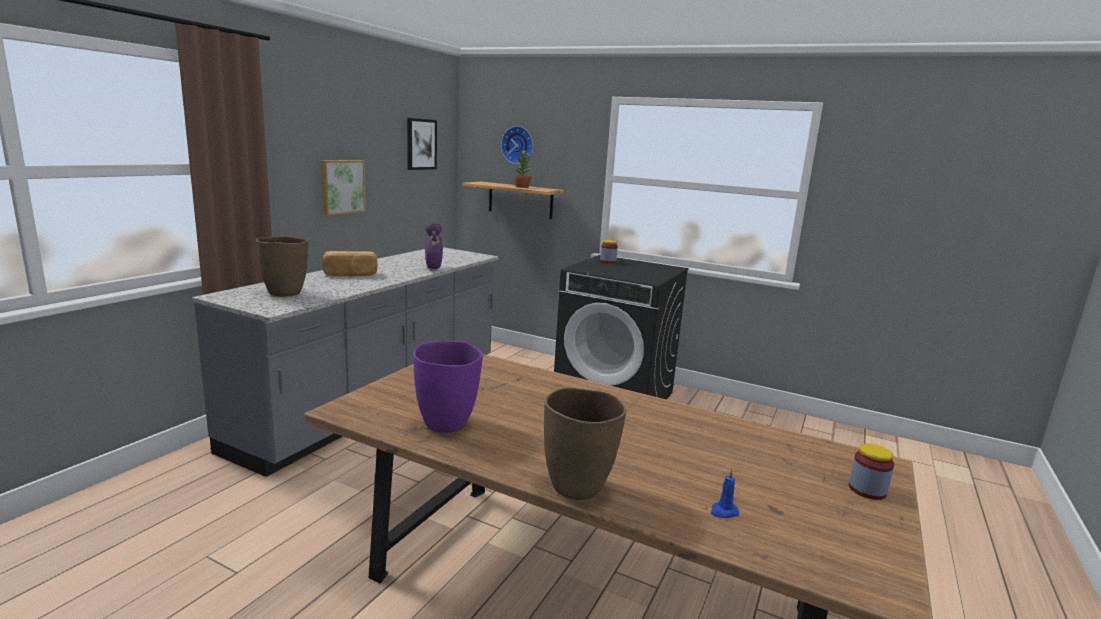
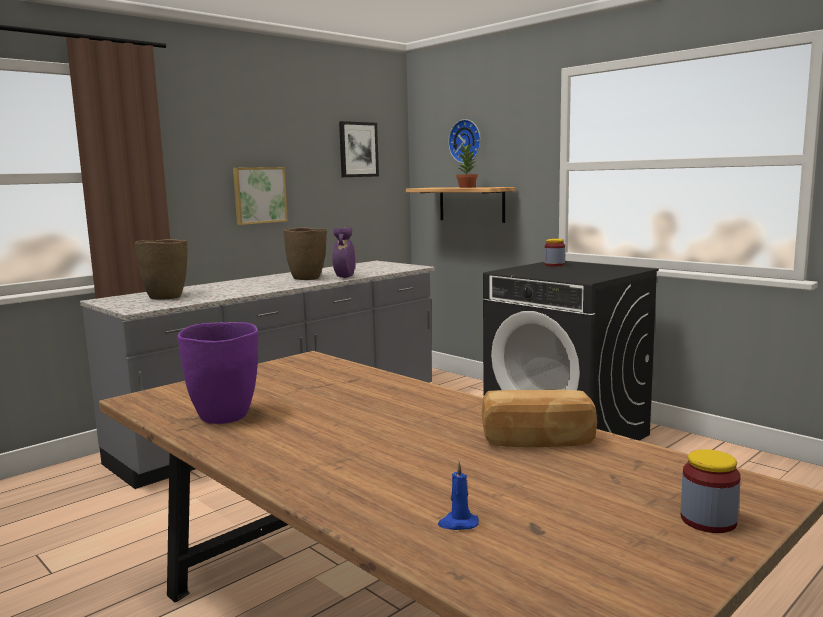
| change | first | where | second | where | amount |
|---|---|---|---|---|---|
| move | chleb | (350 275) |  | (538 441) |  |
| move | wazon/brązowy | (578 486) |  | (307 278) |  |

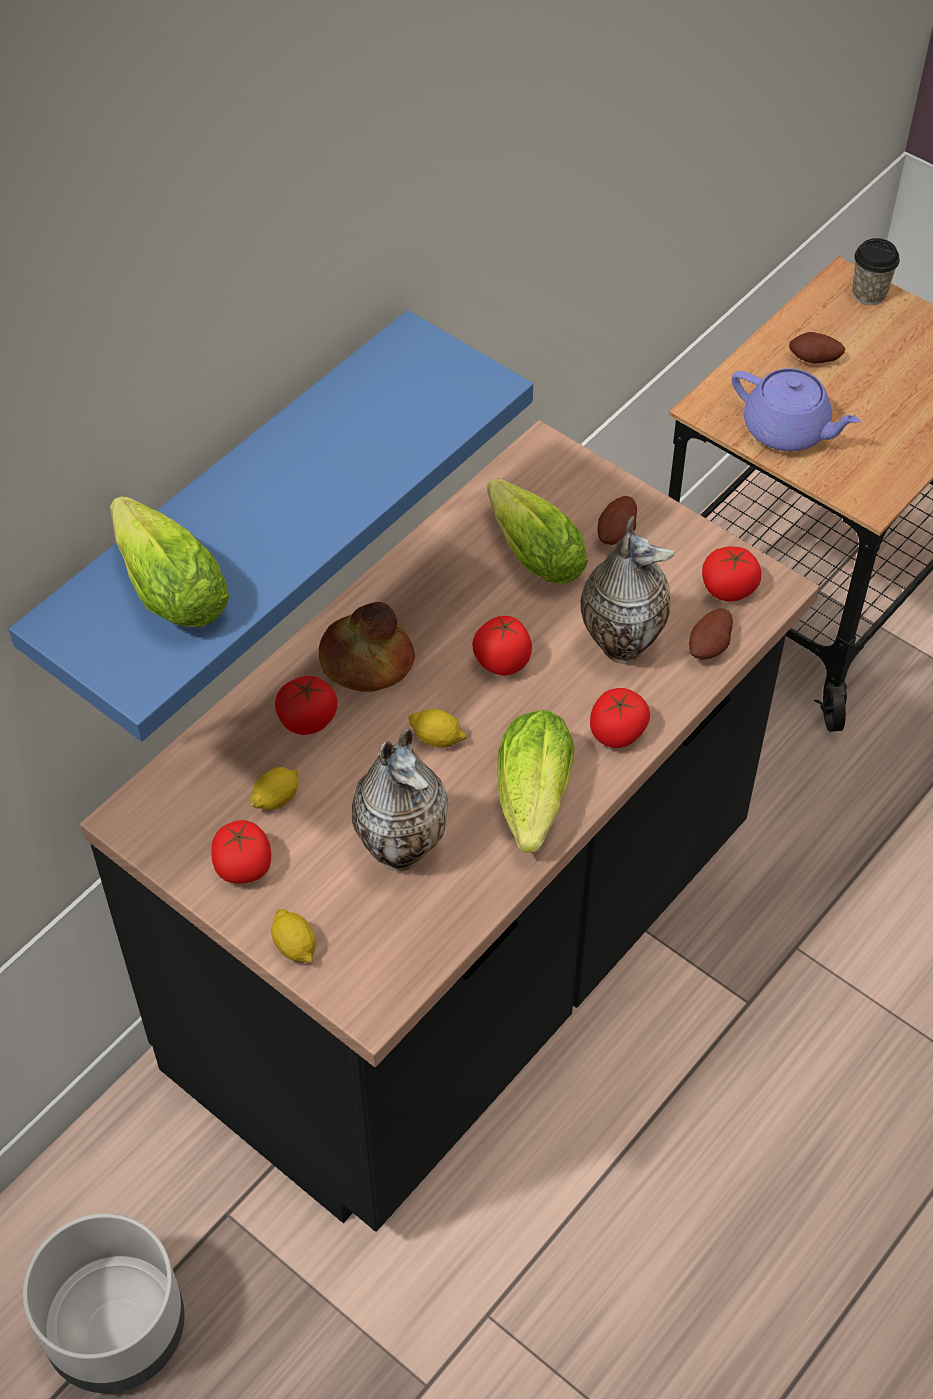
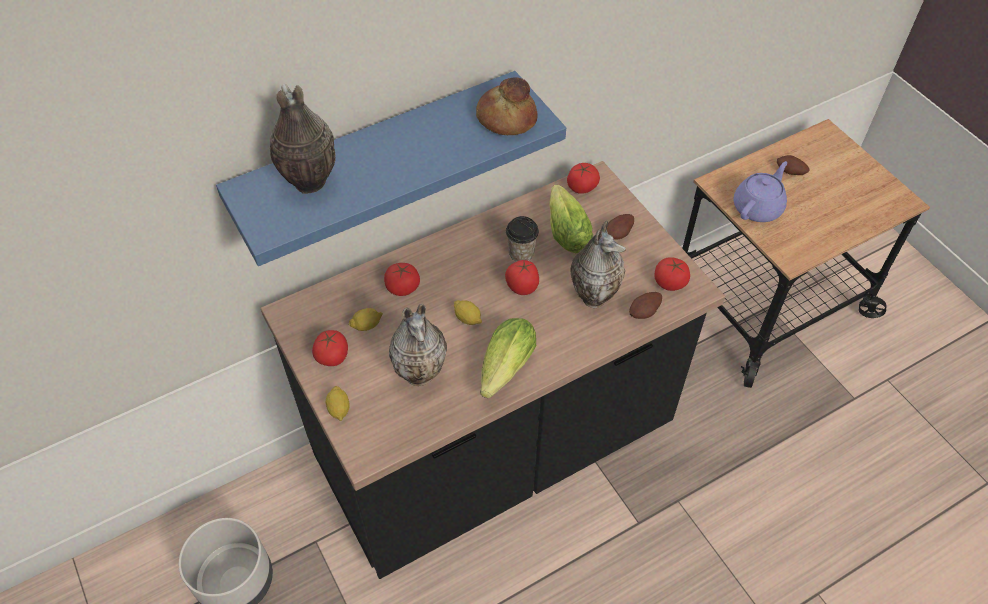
| change | first | where | second | where | amount |
|---|---|---|---|---|---|
| move | filiżanka | (869 294) |  | (521 253) |  |
| rotate | imbryk/fioletowy | (787 430) |  | (758 207) | 105 degrees counterclockwise |
| replace | sałata | (166 584) | wazon | (309 183) |  |
| move | chleb | (365 662) |  | (506 119) |  |
| move | pomidor | (617 732) |  | (582 187) |  |

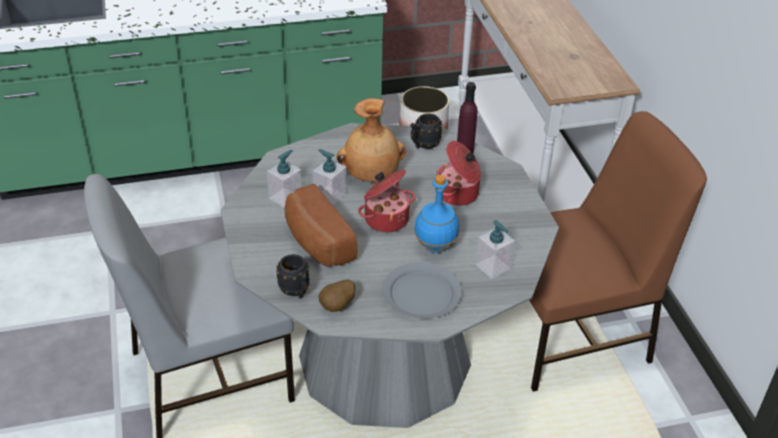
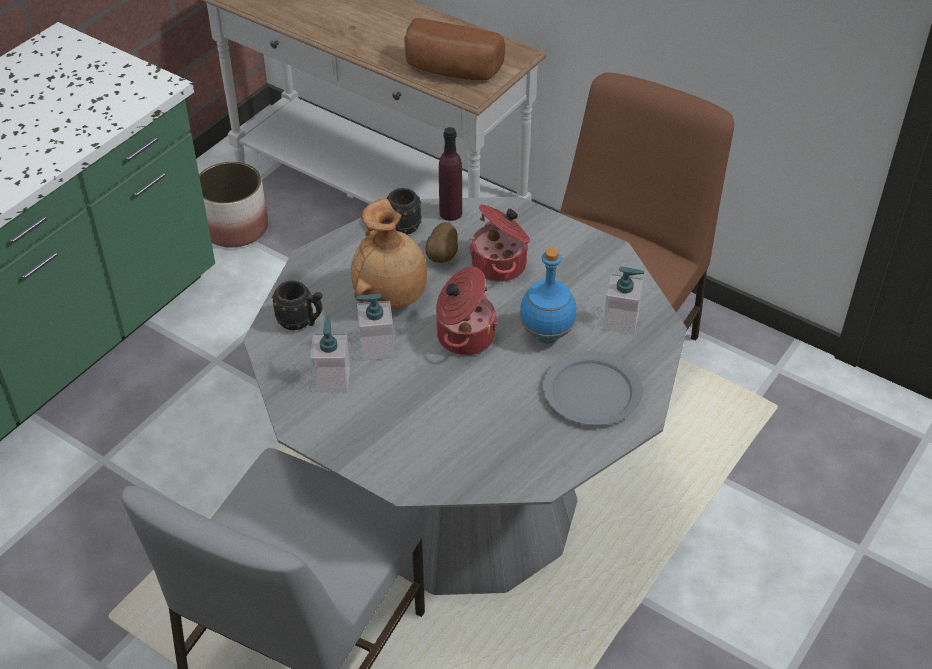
| change | first | where | second | where | amount |
|---|---|---|---|---|---|
| move | chleb | (316 242) |  | (451 71) |  |
| move | kubek/czarny | (296 291) |  | (301 322) |  |
| move | ziemniak | (338 306) |  | (443 256) |  |

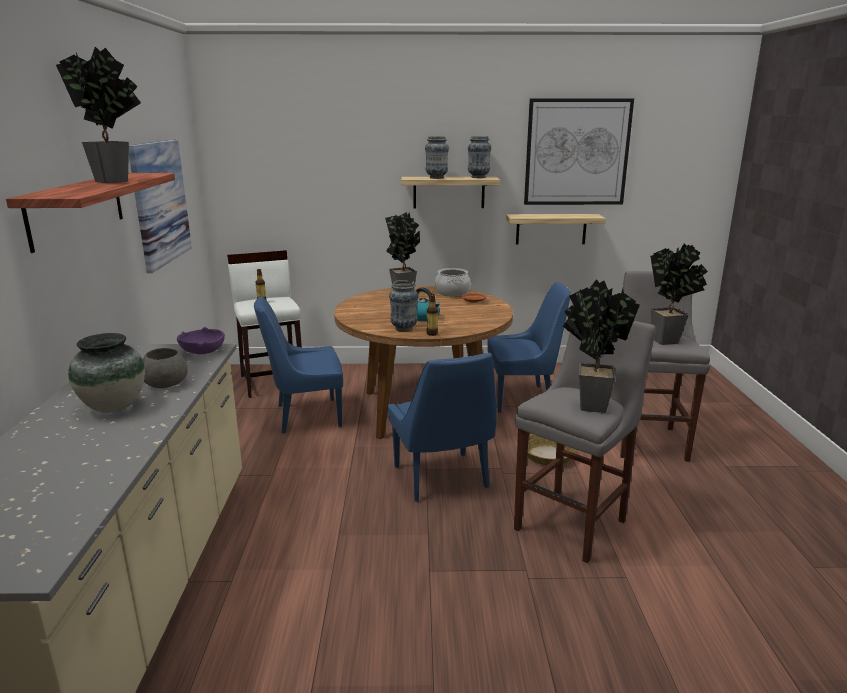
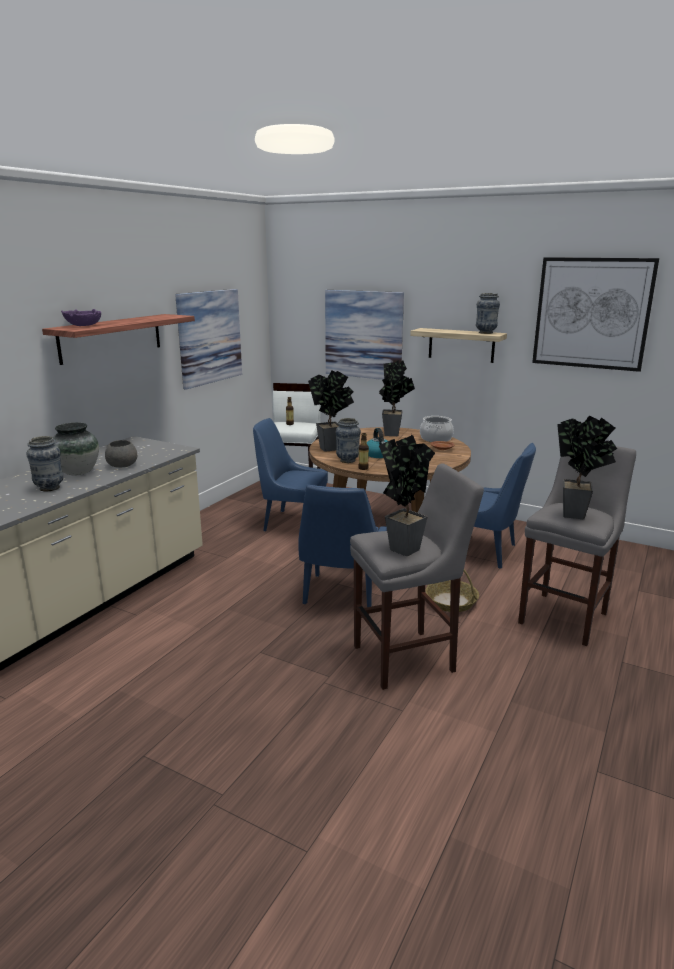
| change | first | where | second | where | amount |
|---|---|---|---|---|---|
| move | roślina doniczkowa | (118 181) |  | (332 449) |  |
| move | wazon | (436 178) |  | (49 488) |  |
| delete | półka | (551 229) |  |  |  |
| move | miska/fioletowy | (203 351) |  | (83 325) |  |
| insert |  |  | obraz | (363 334) |  |

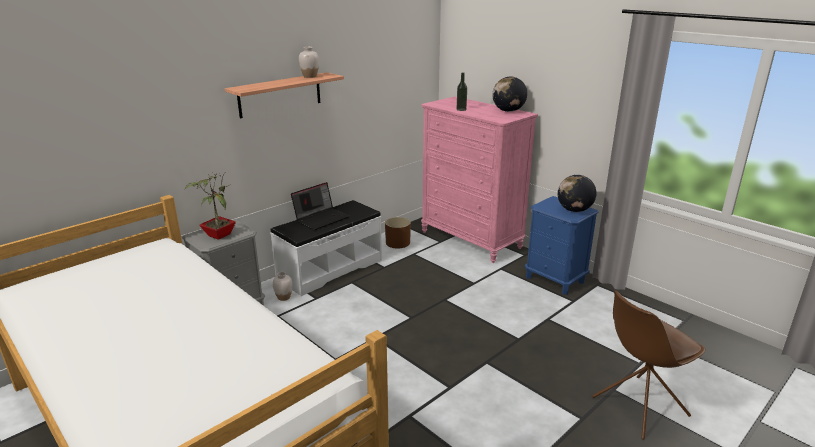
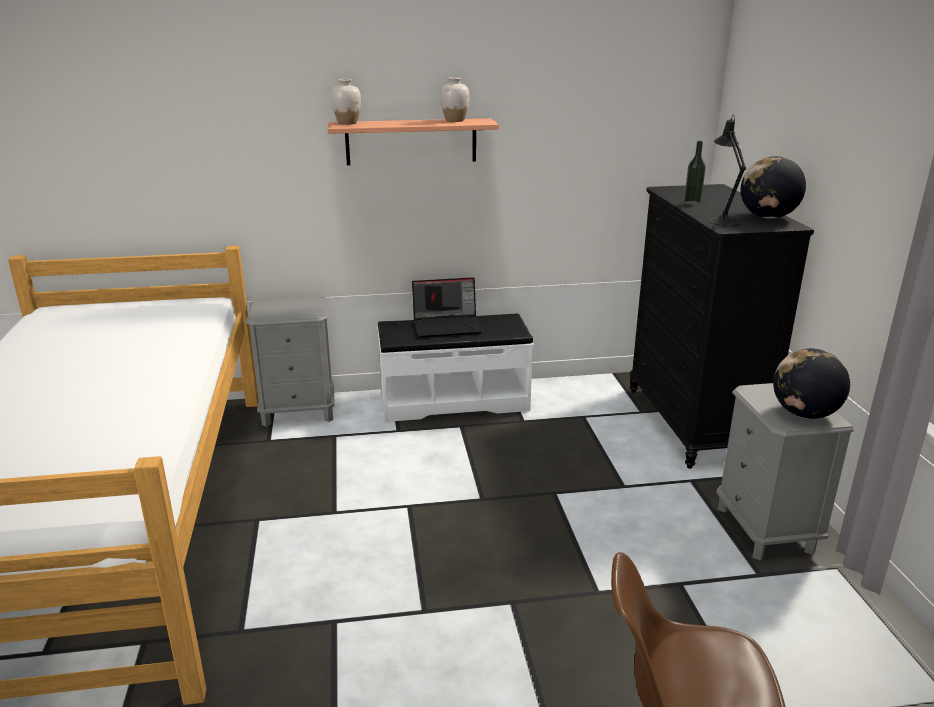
| change | first | where | second | where | amount |
|---|---|---|---|---|---|
| recolor | komoda/różowy | (471 240) | komoda/czarny | (692 423) |  |
| delete | roślina doniczkowa | (218 235) |  |  |  |
| recolor | szafka nocna/niebieski | (555 280) | szafka nocna/szary | (765 530) |  |
| delete | donica/brązowy | (398 243) |  |  |  |
| move | wazon/biały | (283 297) |  | (347 123) |  |
| insert |  |  | lampa stołowa/czarny | (722 220) |  |

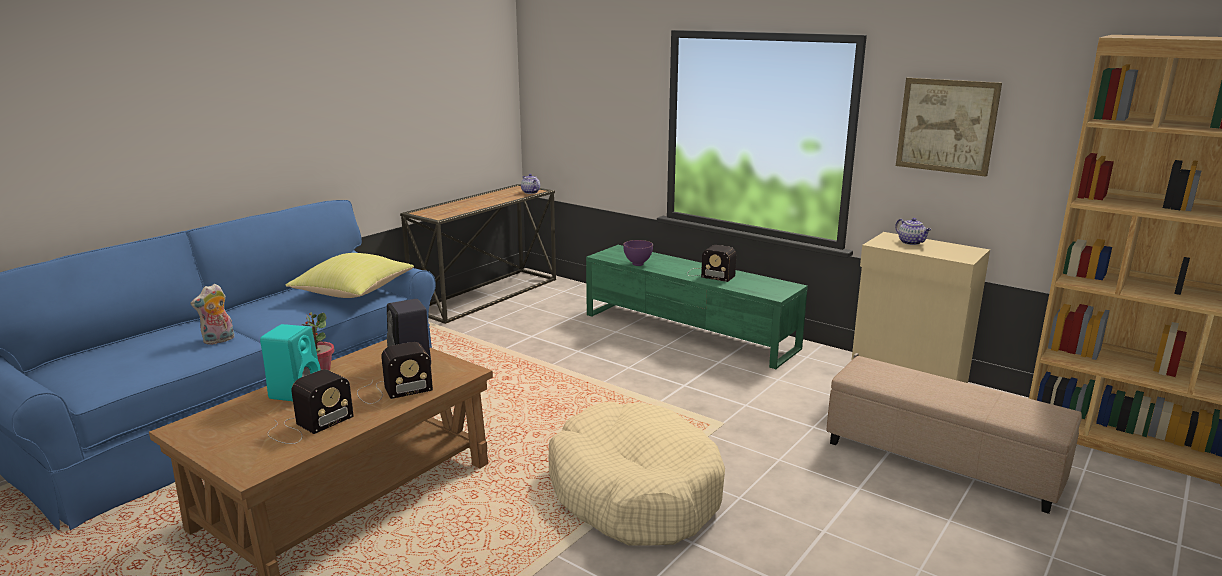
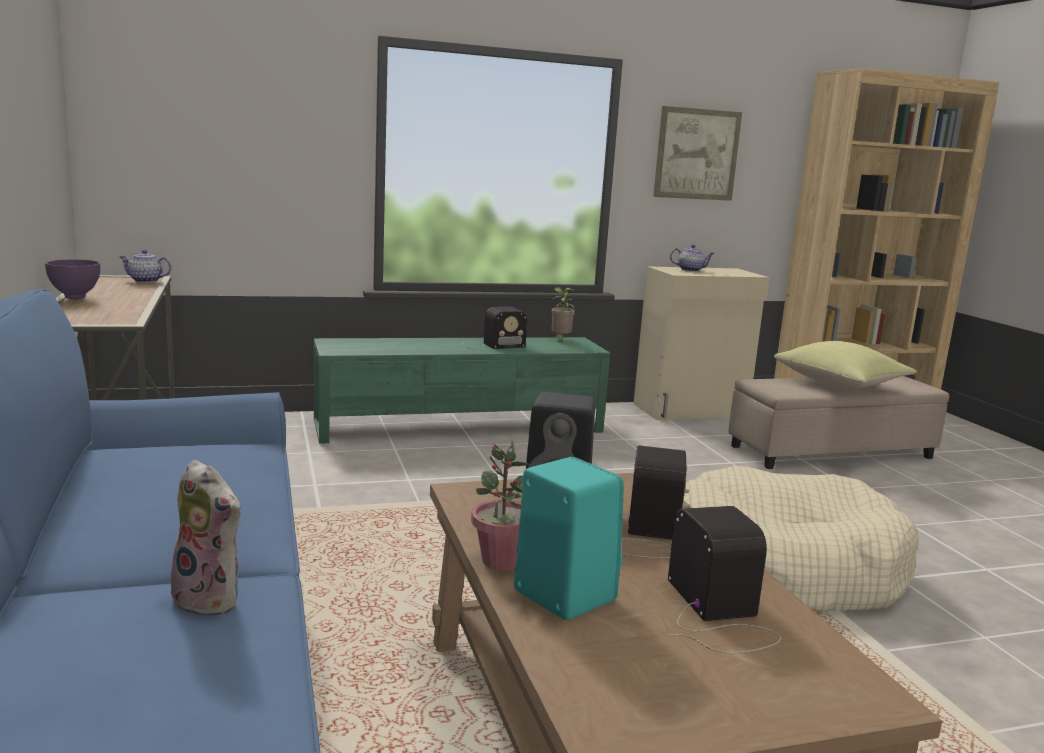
| change | first | where | second | where | amount |
|---|---|---|---|---|---|
| move | miska/fioletowy | (637 264) |  | (74 298) |  |
| move | poduszka/żółty | (354 294) |  | (842 385) |  |
| rotate | pluszak | (219 341) |  | (212 600) | 45 degrees counterclockwise |
| insert |  |  | roślina doniczkowa | (560 340) |  |

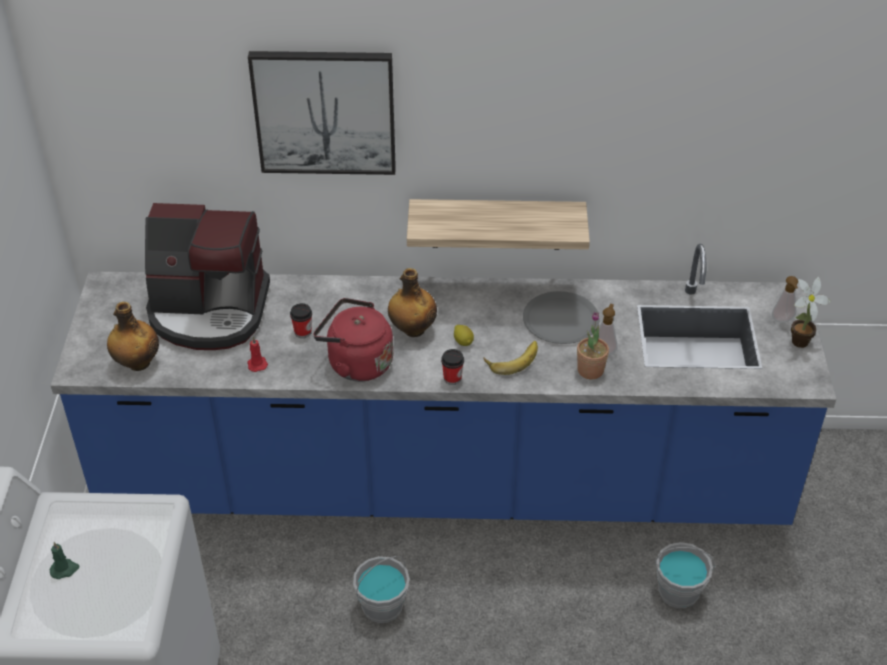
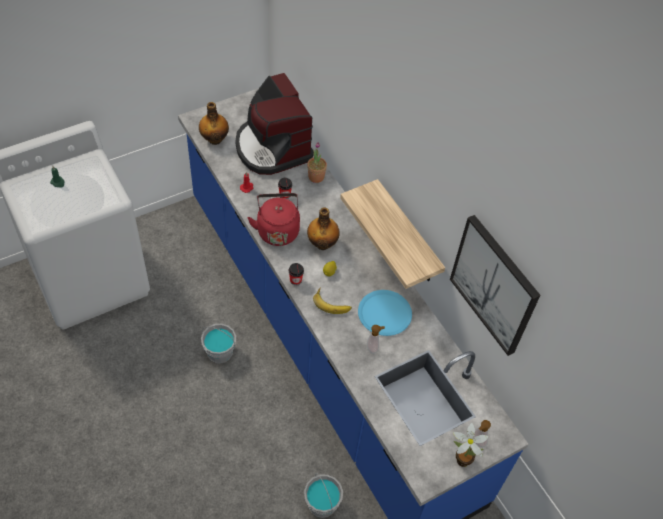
| change | first | where | second | where | amount |
|---|---|---|---|---|---|
| move | obraz | (324 112) |  | (494 285) |  |
| recolor | talerz/szary | (560 319) | talerz/niebieski | (384 313) |  |
| move | roślina doniczkowa | (590 370) |  | (316 177) |  |

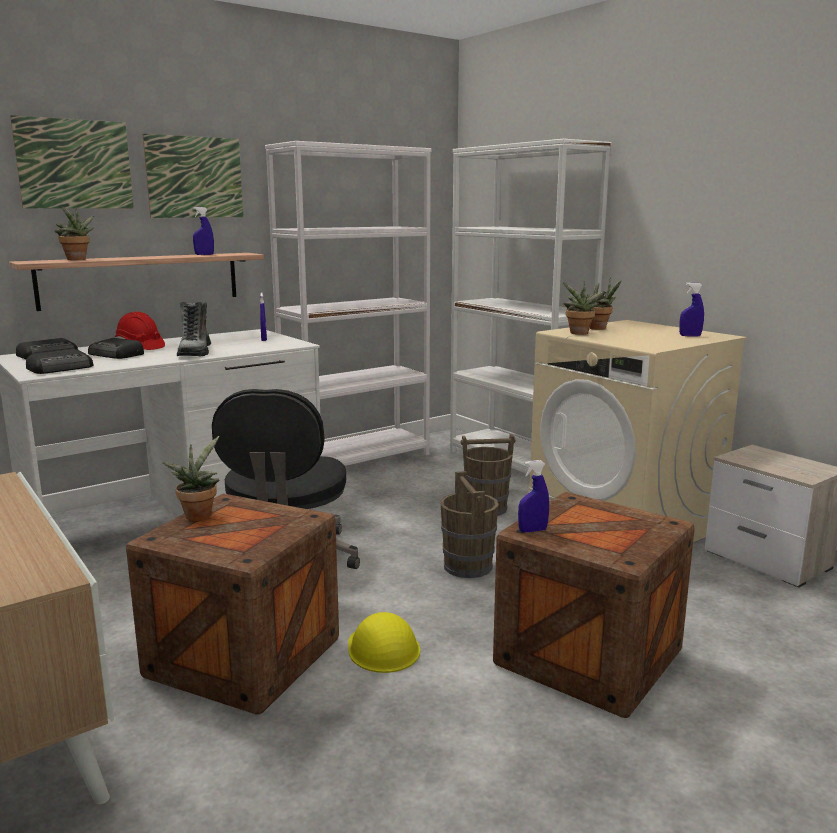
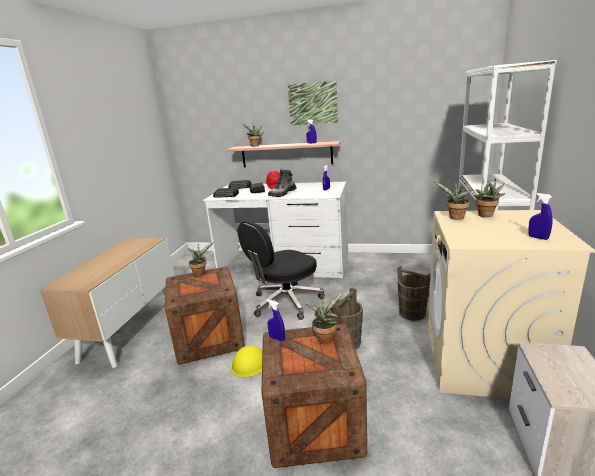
| change | first | where | second | where | amount |
|---|---|---|---|---|---|
| delete | obraz | (74 164) |  |  |  |
| delete | regał/biały | (357 460) |  |  |  |
| insert |  |  | roślina doniczkowa | (326 338) |  |

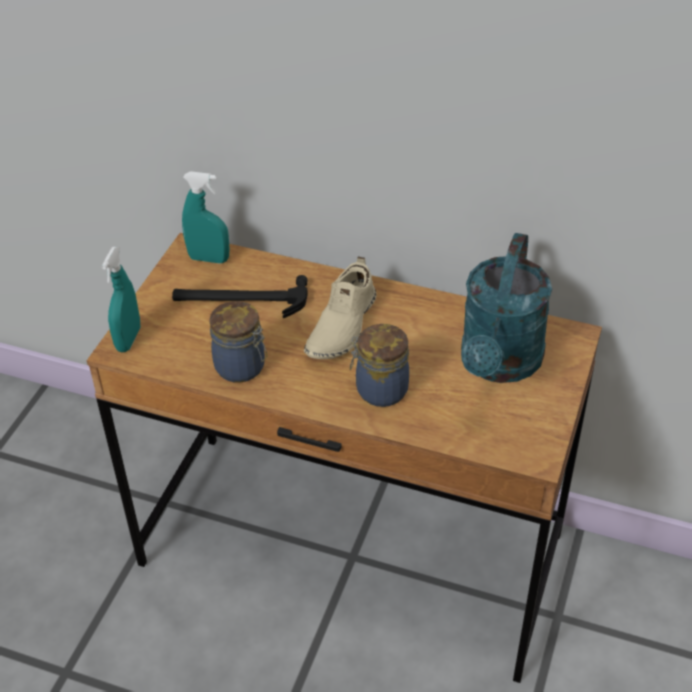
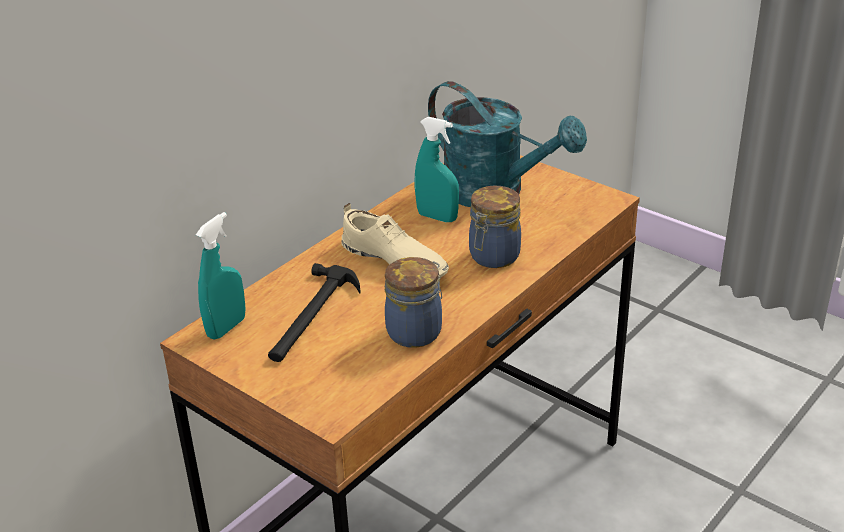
| change | first | where | second | where | amount |
|---|---|---|---|---|---|
| move | spryskiwacz/turkusowy | (128 339) |  | (437 217) |  |

